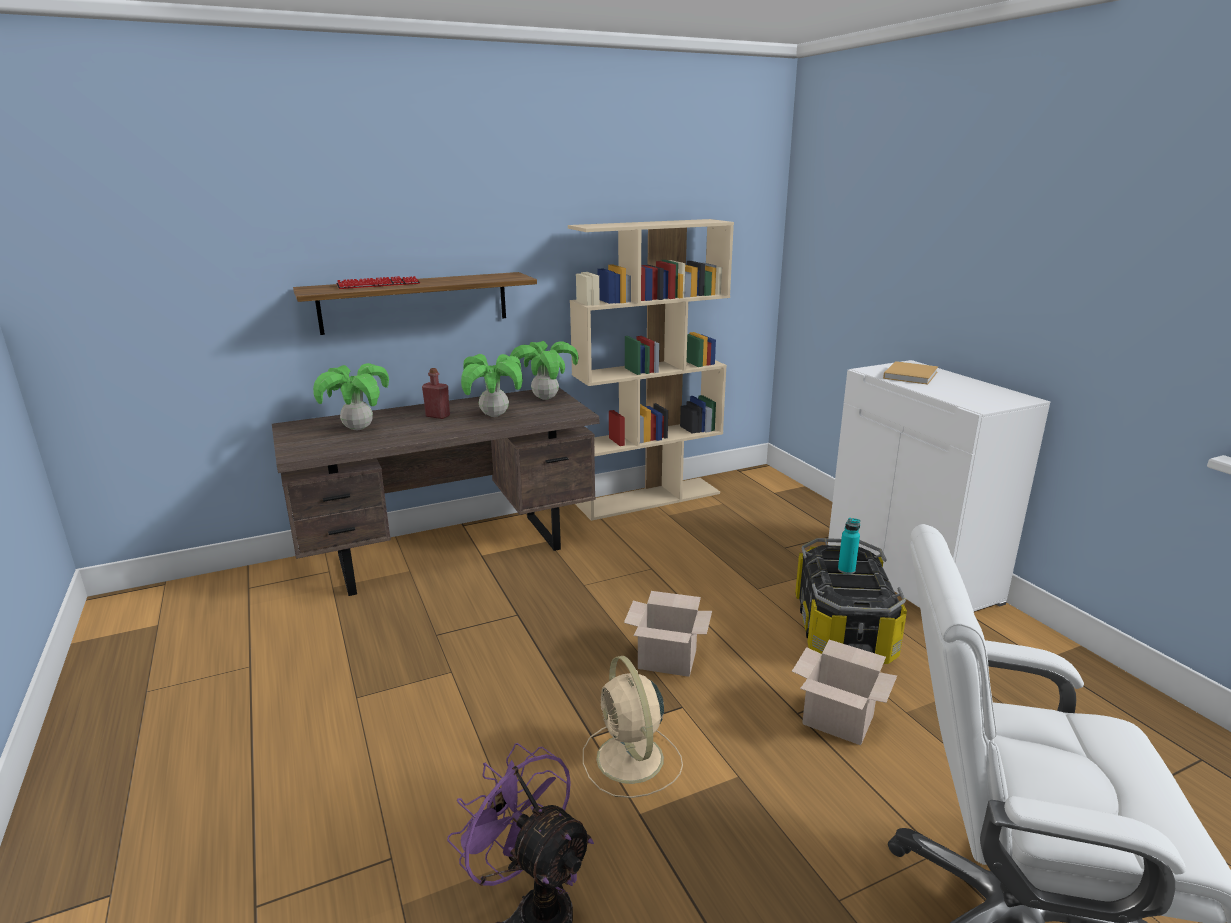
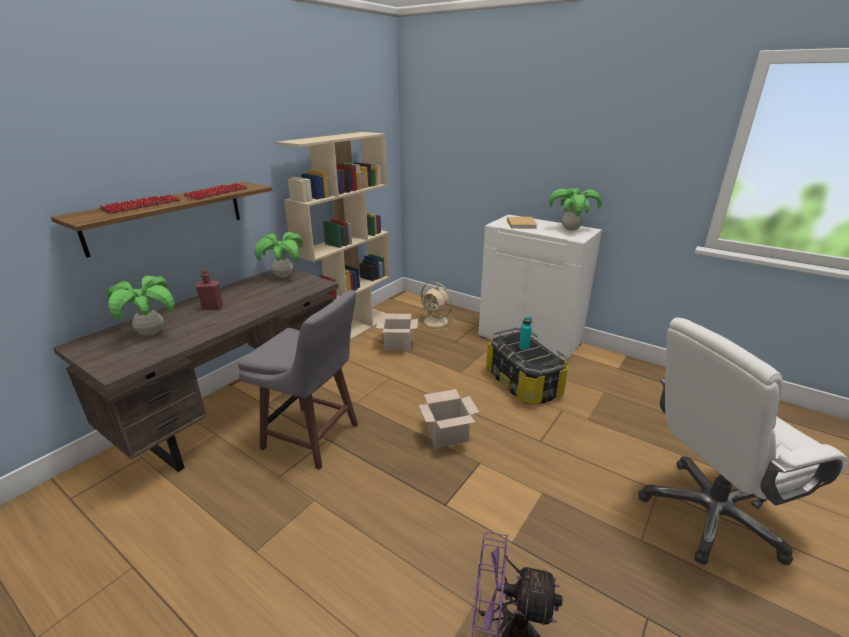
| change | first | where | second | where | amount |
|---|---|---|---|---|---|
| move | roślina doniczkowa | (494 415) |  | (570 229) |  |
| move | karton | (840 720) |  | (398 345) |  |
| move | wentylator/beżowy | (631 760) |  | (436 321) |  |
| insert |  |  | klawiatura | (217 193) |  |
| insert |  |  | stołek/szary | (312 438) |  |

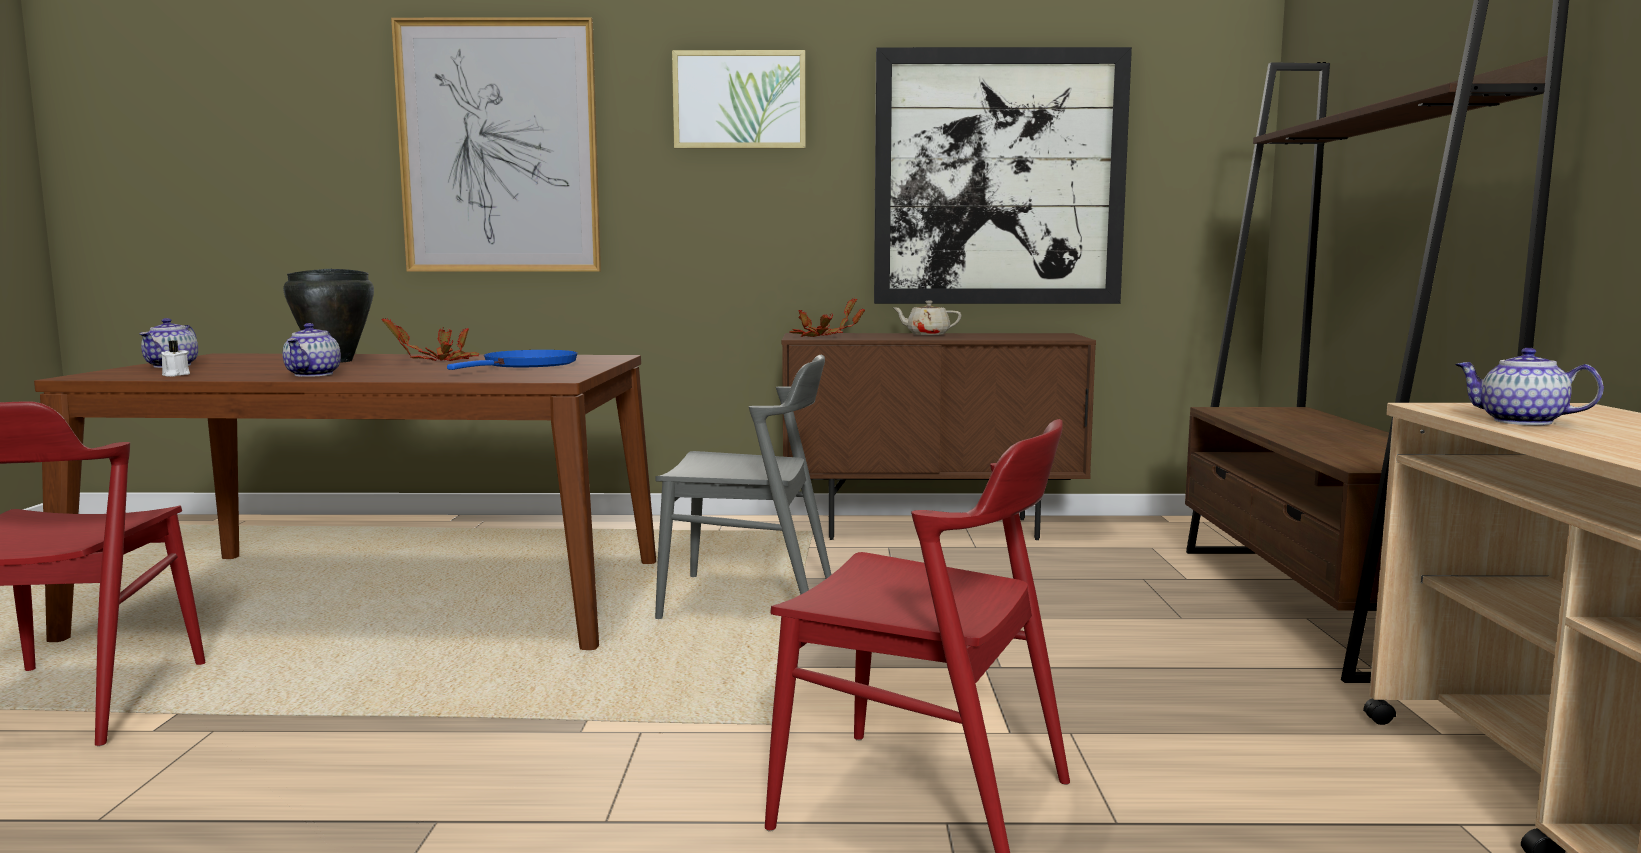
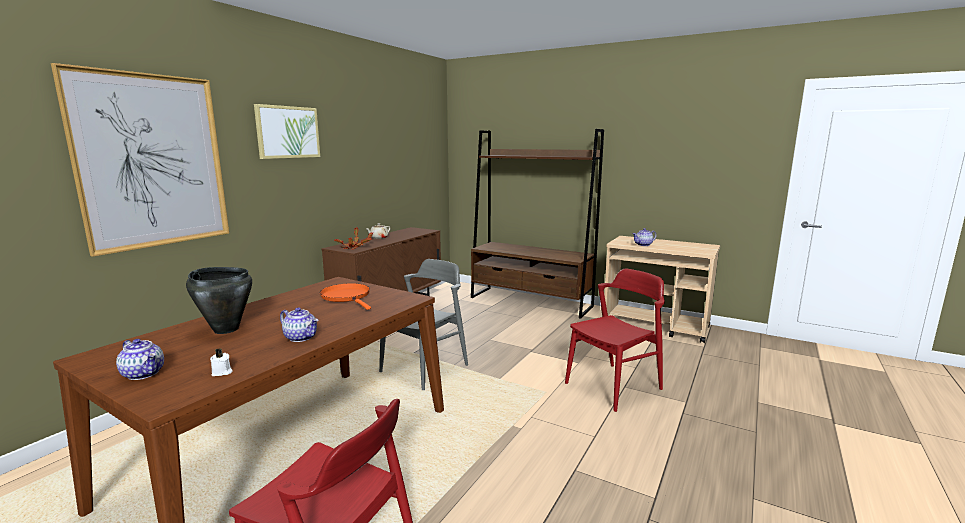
| change | first | where | second | where | amount |
|---|---|---|---|---|---|
| delete | obraz | (999 178) |  |  |  |
| delete | roślina doniczkowa | (439 361) |  |  |  |
| recolor | patelnia/niebieski | (527 365) | patelnia/pomarańczowy | (347 297) |  |

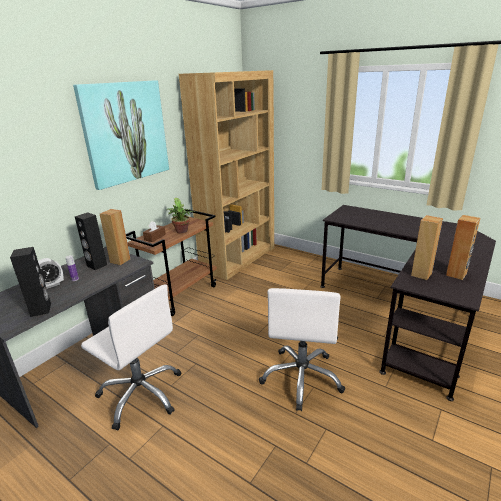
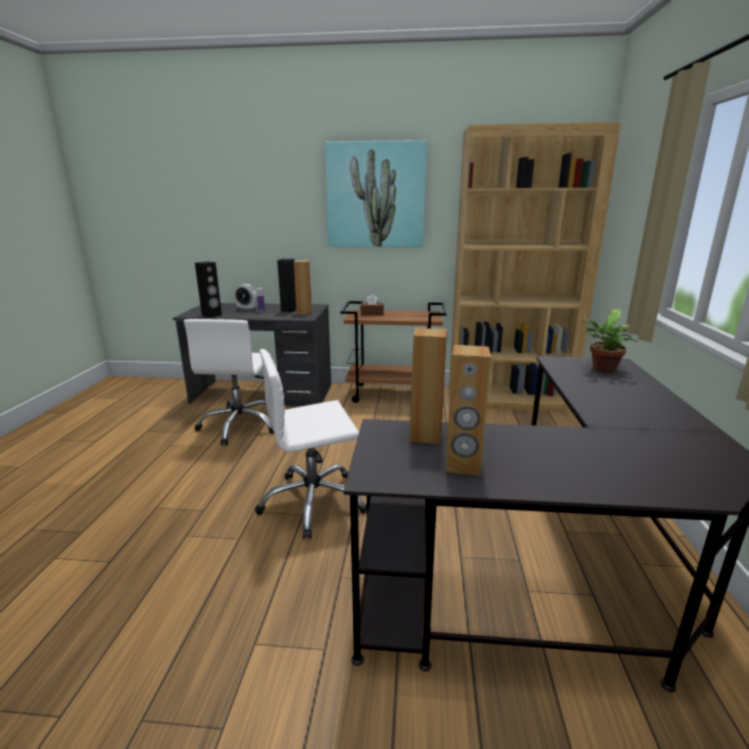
| change | first | where | second | where | amount |
|---|---|---|---|---|---|
| move | roślina doniczkowa | (182 231) |  | (602 370) |  |

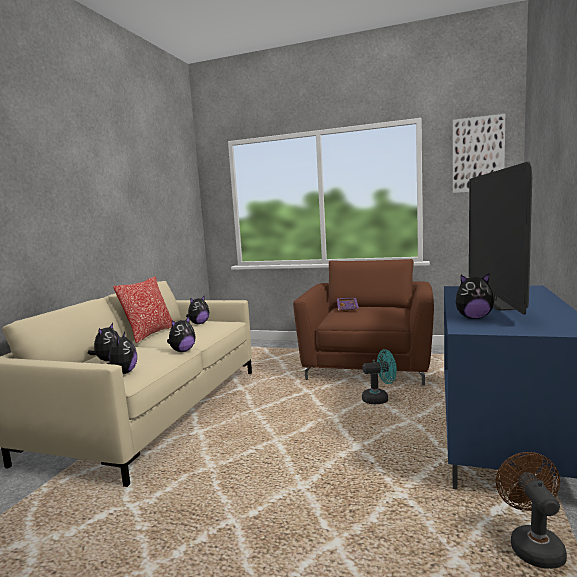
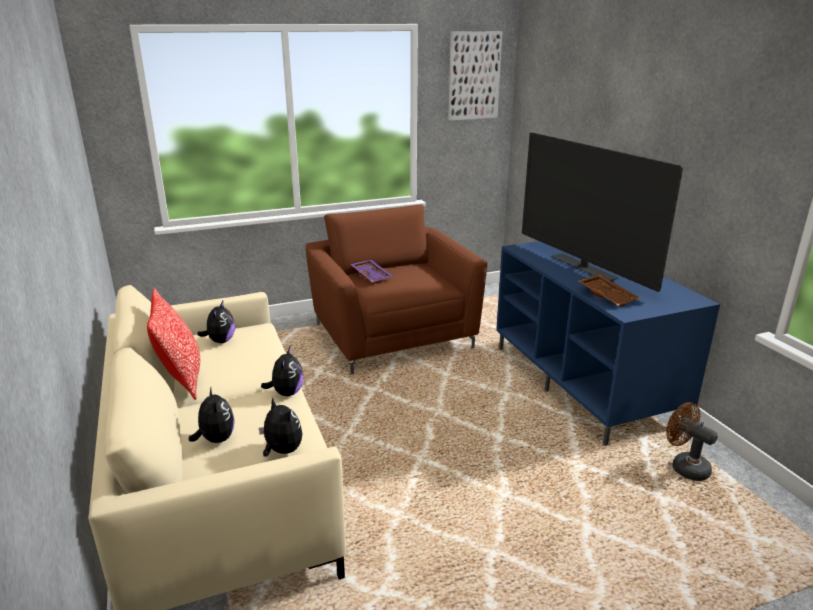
| change | first | where | second | where | amount |
|---|---|---|---|---|---|
| replace | pluszak | (473 318) | taca/brązowy | (608 296) |  |
| delete | wentylator/turkusowy | (379 399) |  |  |  |

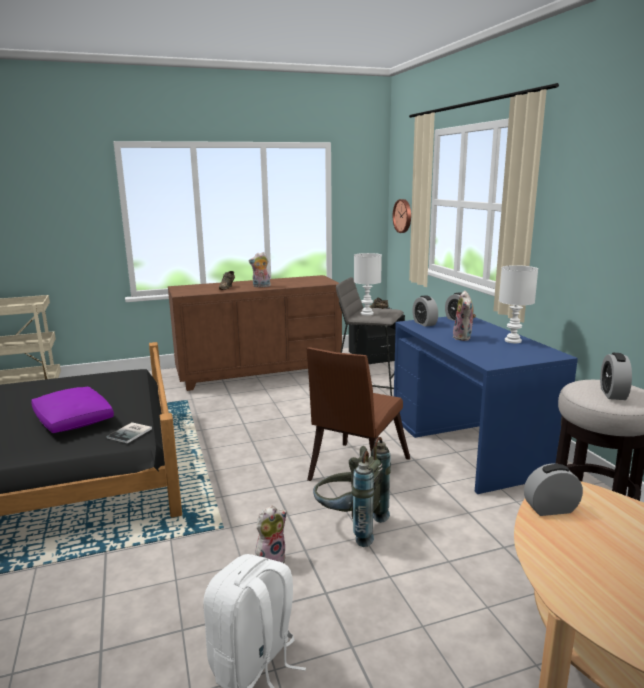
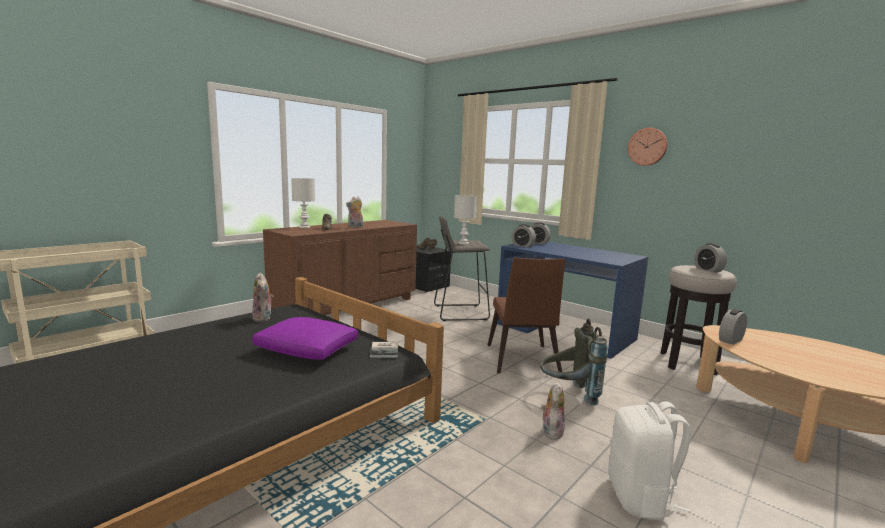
| change | first | where | second | where | amount |
|---|---|---|---|---|---|
| move | zegar ścienny | (403 216) |  | (647 146) |  |
| move | lampa stołowa/biały | (512 341) |  | (304 227) |  |
| move | pluszak | (463 338) |  | (263 318) |  |

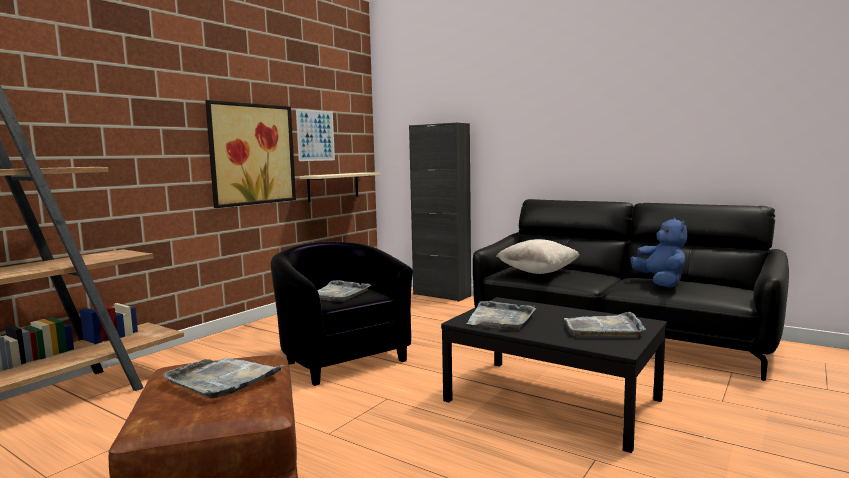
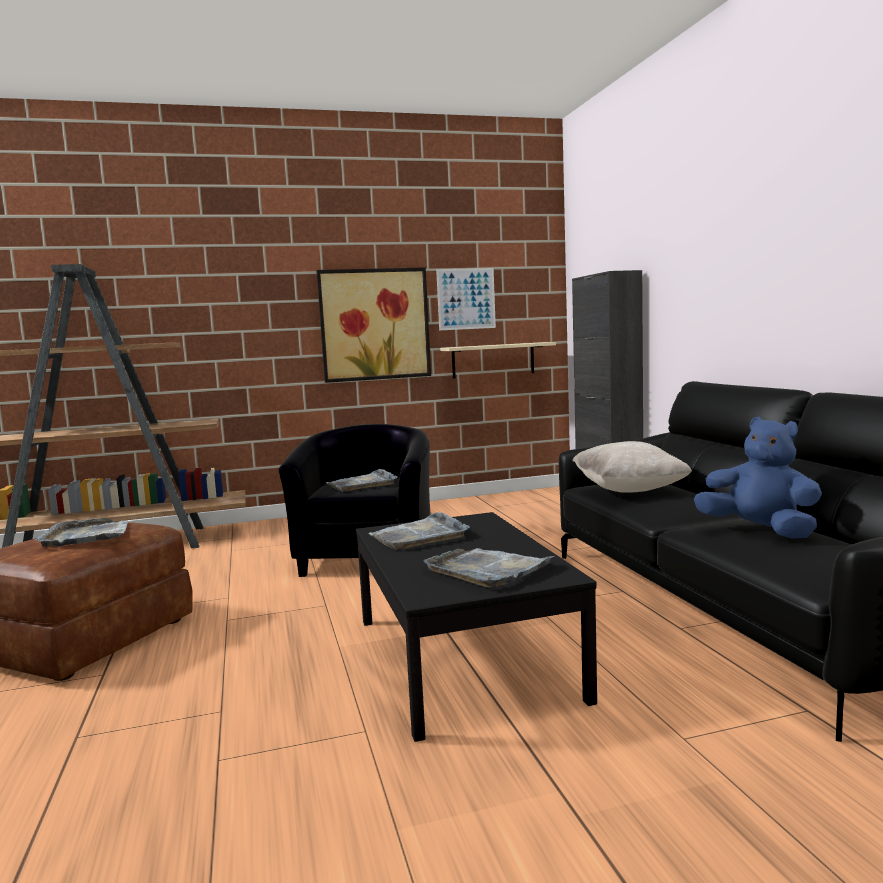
| change | first | where | second | where | amount |
|---|---|---|---|---|---|
| rotate | pluszak/niebieski | (660 282) |  | (759 531) | 75 degrees counterclockwise |

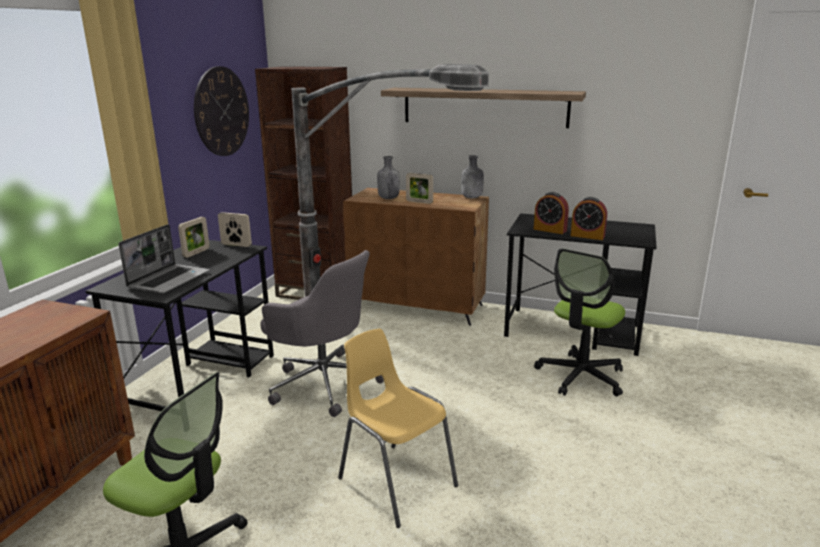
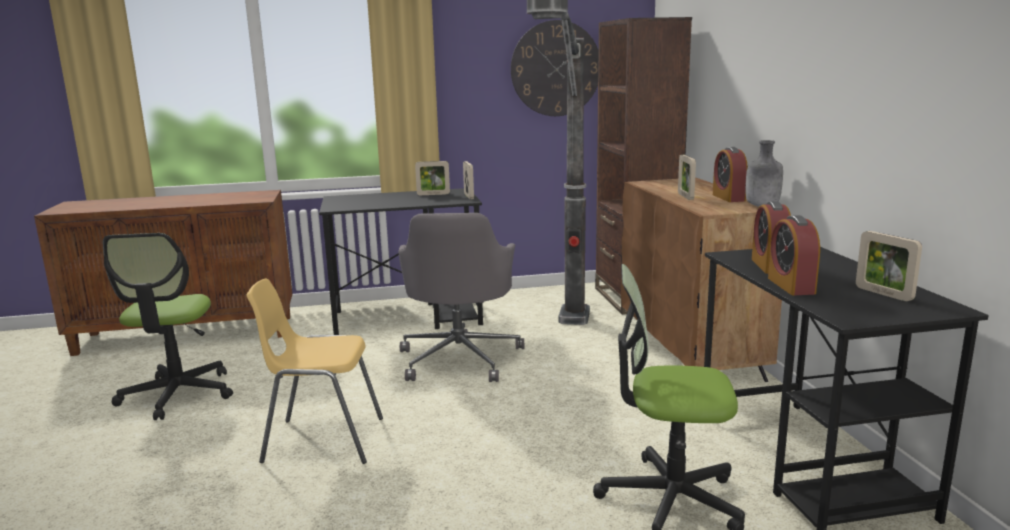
| change | first | where | second | where | amount |
|---|---|---|---|---|---|
| delete | półka | (484 107) |  |  |  |
| delete | butelka/szary | (388 198) |  |  |  |
| delete | laptop | (169 280) |  |  |  |
| rotate | krzesło/żółty | (396 482) |  | (322 440) | 105 degrees counterclockwise |
| insert |  |  | budzik | (728 198) |  |
| insert |  |  | ramka na zdjęcie | (883 294) |  |

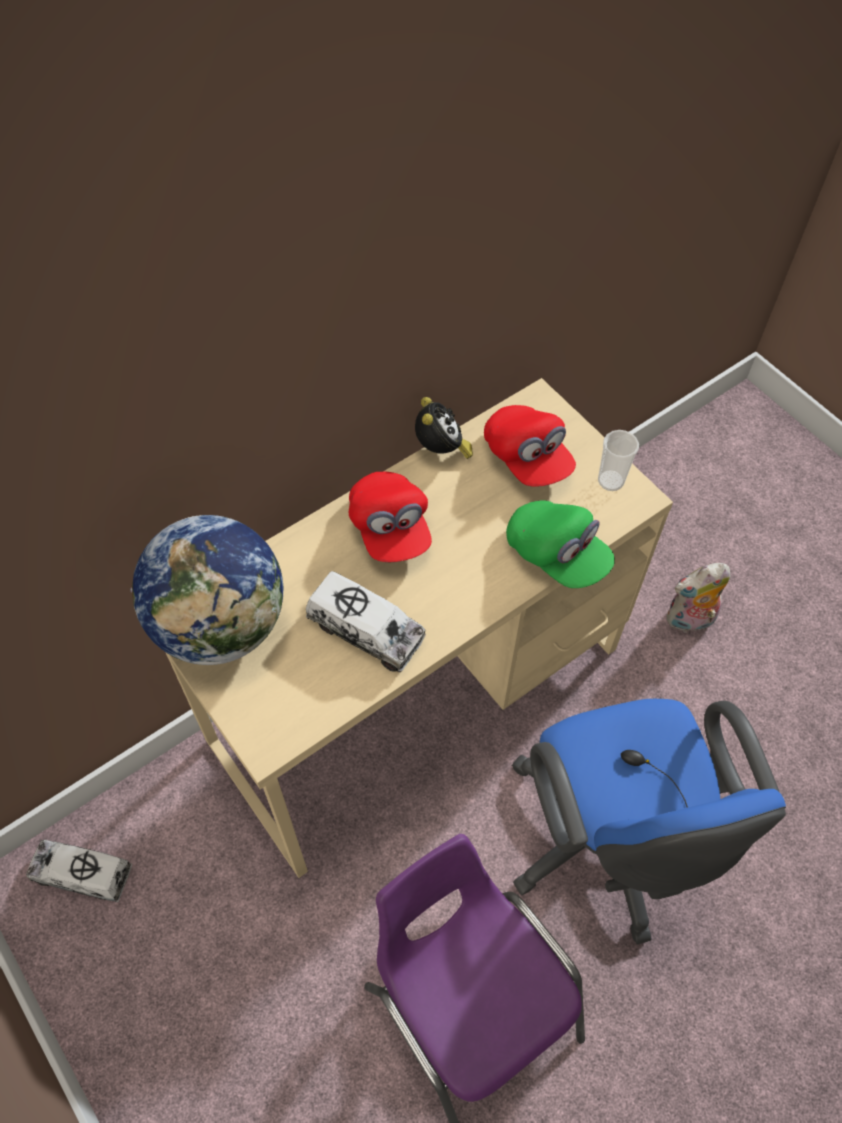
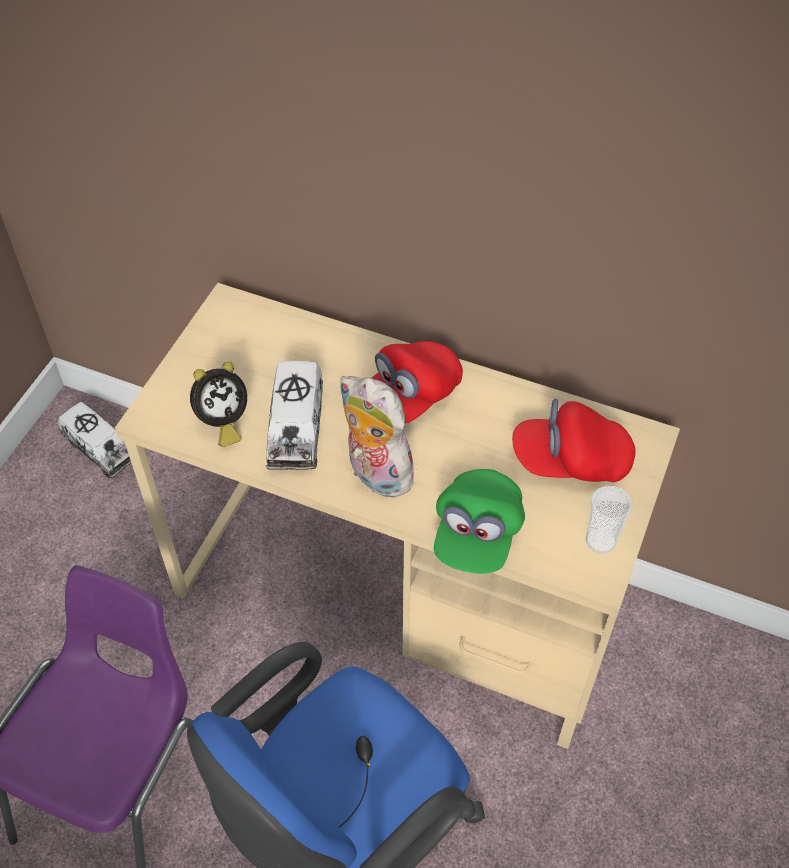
| change | first | where | second | where | amount |
|---|---|---|---|---|---|
| move | budzik | (441 450) |  | (222 422) |  |
| rotate | czapka z daszkiem/czerwony | (527 458) |  | (570 460) | 60 degrees clockwise |
| delete | globus | (222 624) |  |  |  |
| move | pluszak | (689 621) |  | (375 474) |  |
| rotate | ciężarówka zabawkowa | (83 874) |  | (100 448) | 150 degrees clockwise |

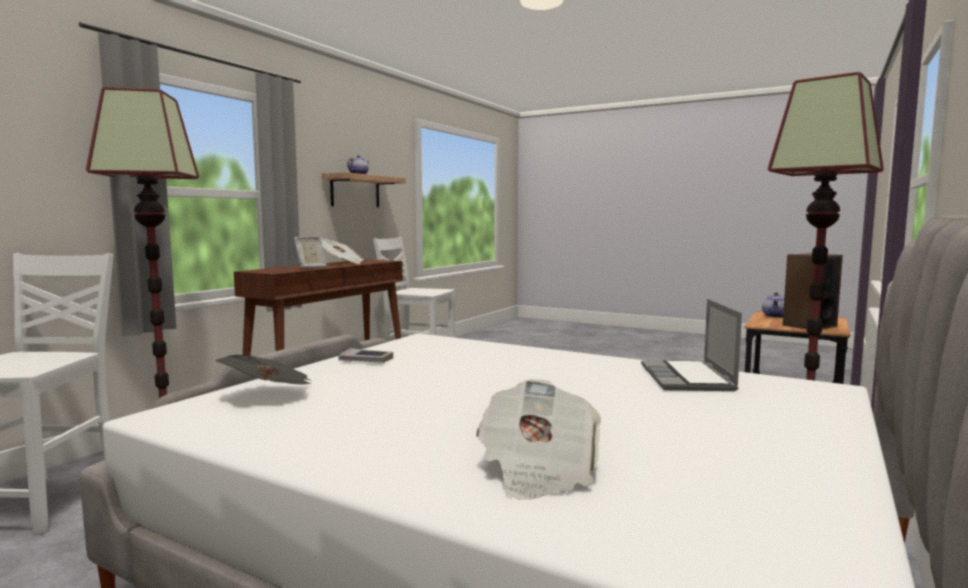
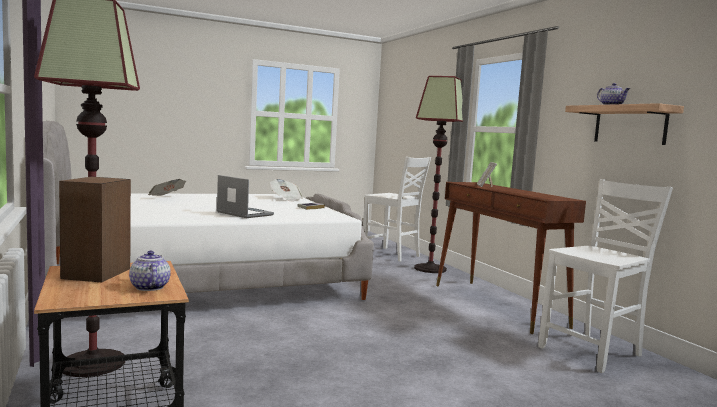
| change | first | where | second | where | amount |
|---|---|---|---|---|---|
| delete | gazeta | (342 263) |  |  |  |
| move | laptop | (688 378) |  | (243 213) |  |

